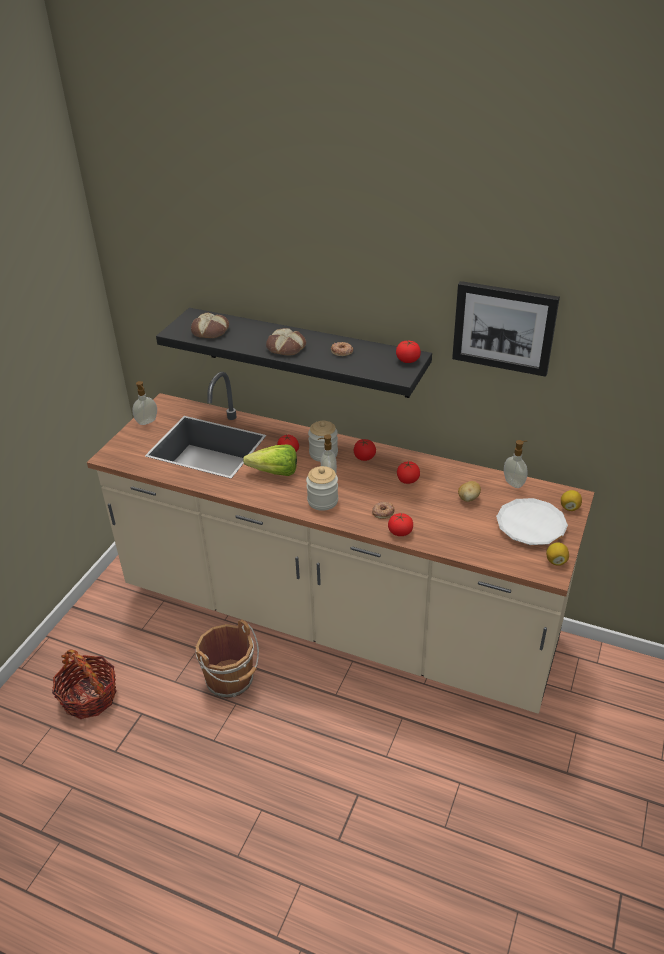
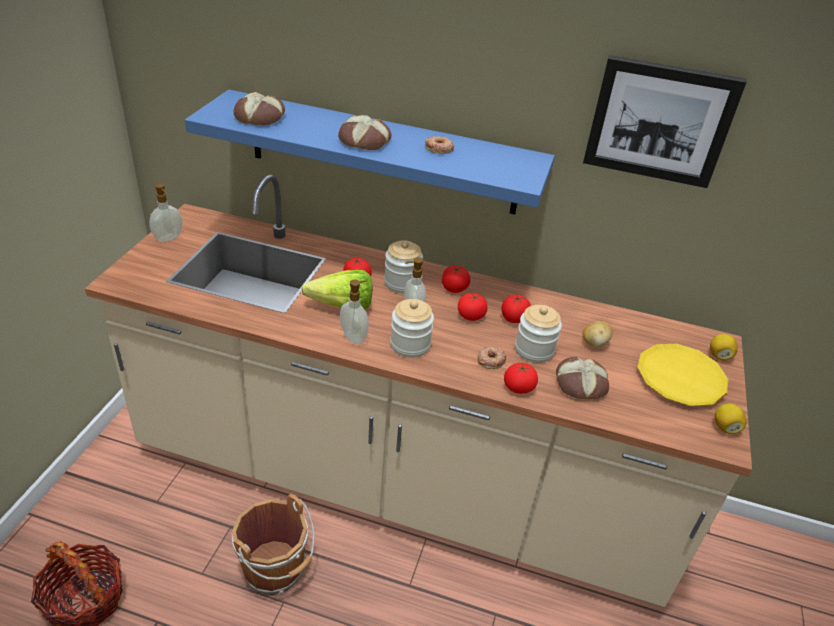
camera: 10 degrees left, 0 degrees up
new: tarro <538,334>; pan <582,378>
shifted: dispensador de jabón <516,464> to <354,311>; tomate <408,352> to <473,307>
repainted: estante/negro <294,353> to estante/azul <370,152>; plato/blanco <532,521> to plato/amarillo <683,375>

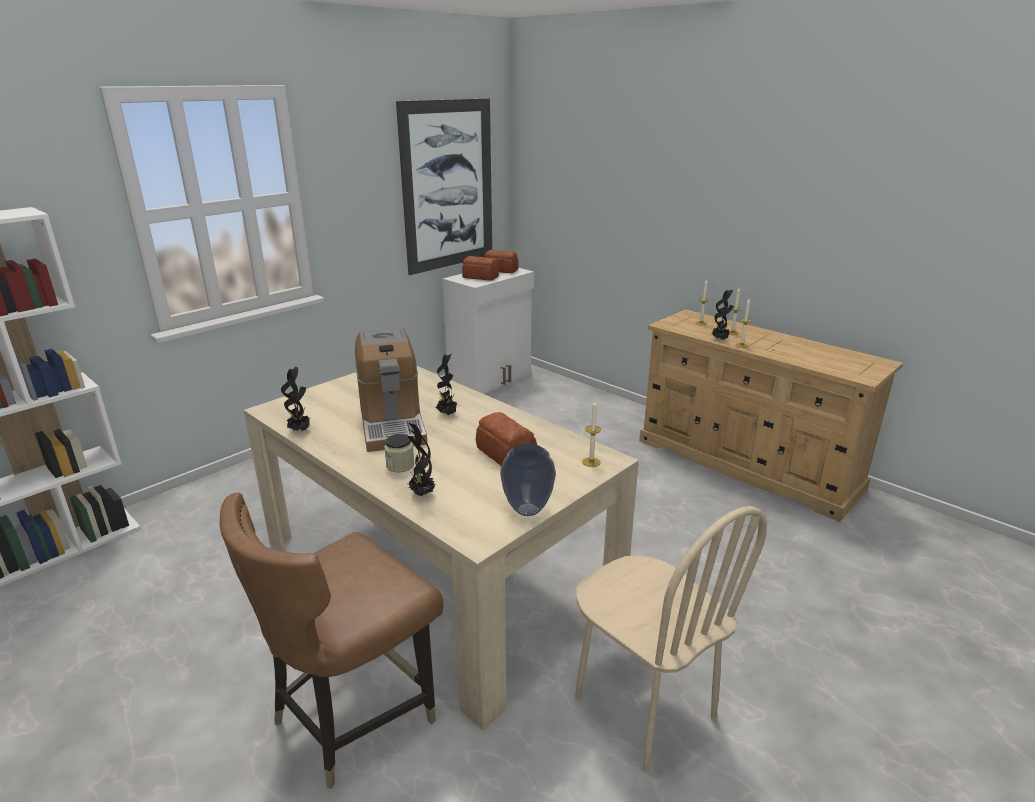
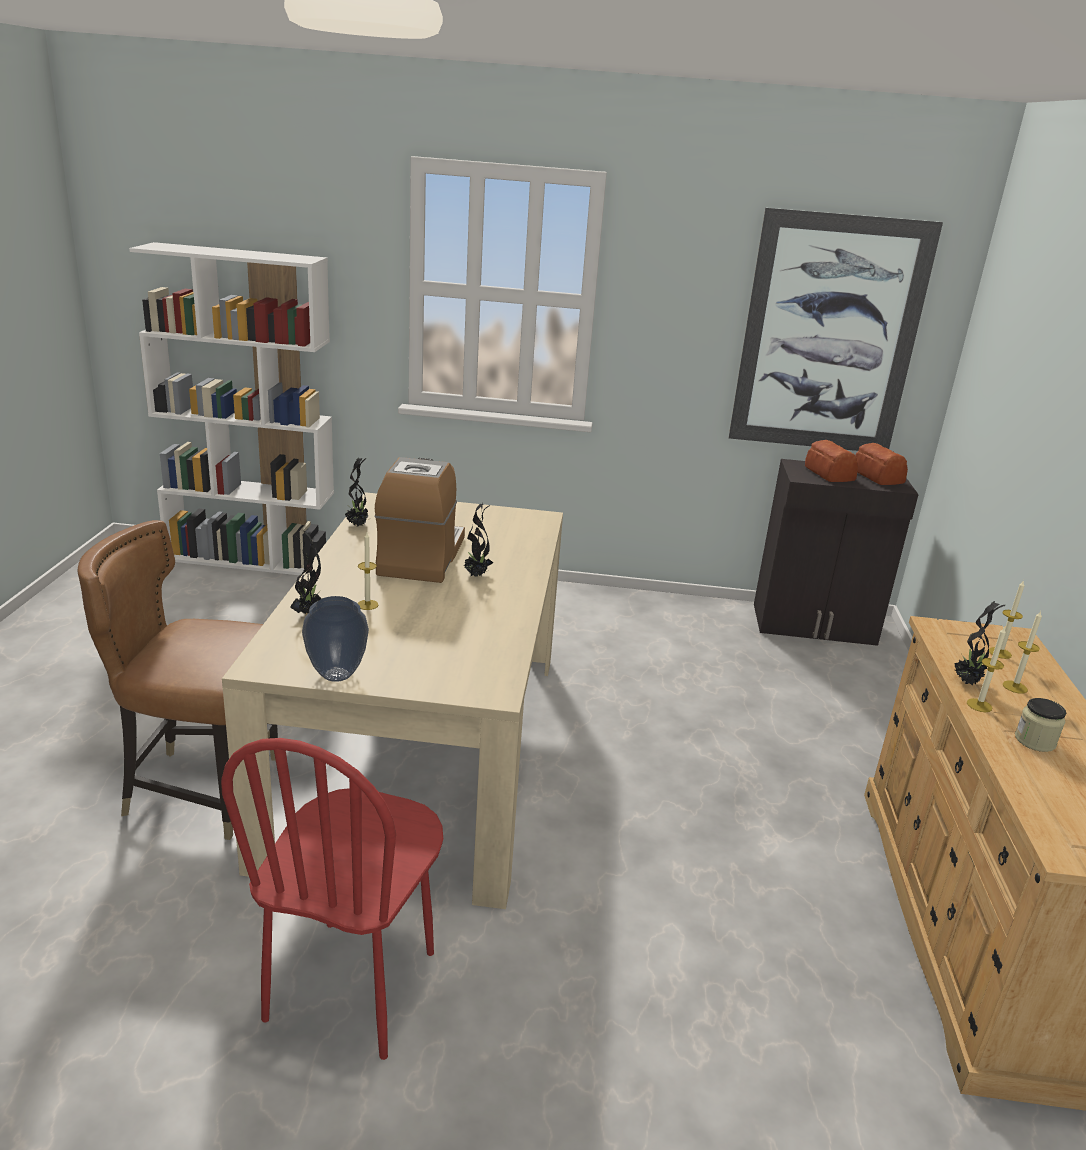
camera: 50 degrees right, 0 degrees up
gone: pan <506,439>
shifted: vela <591,434> to <368,571>; tarro <399,453> to <1040,725>
repainted: silla/beis <671,639> to silla/rojo <332,899>; armario/blanco <488,331> to armario/negro <836,552>
rotated: cafetera <391,390> = <419,520> 150 degrees clockwise

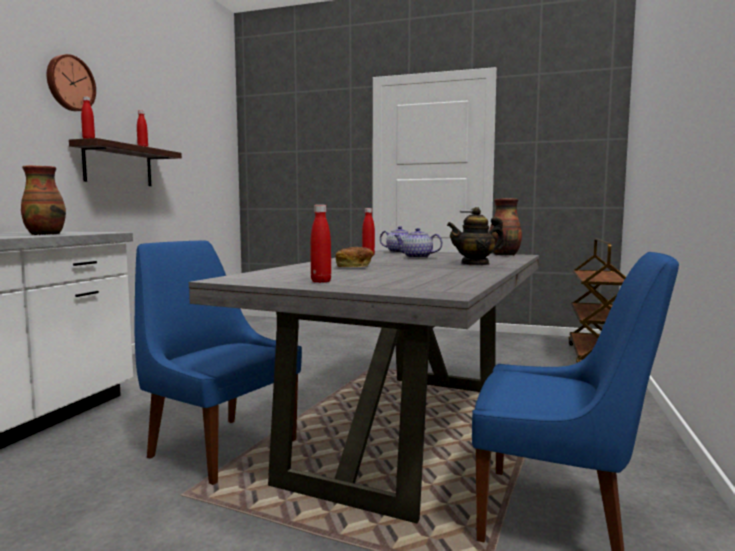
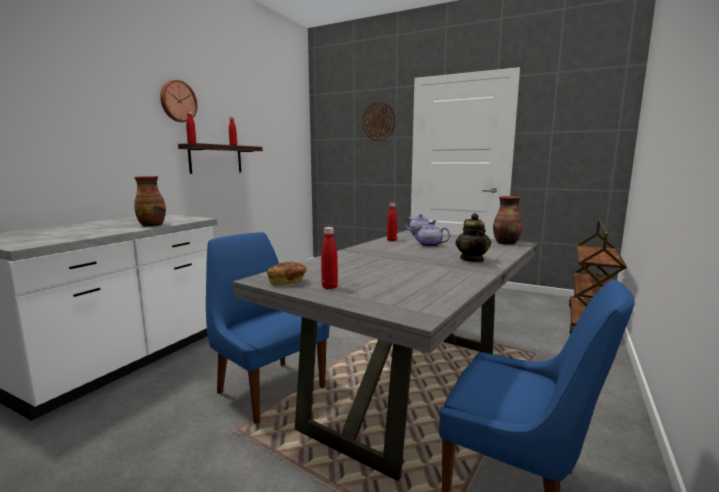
camera: 10 degrees right, 5 degrees up
new: reloj de pared <379,122>
shifted: pan <354,257> to <287,274>
rotated: tetera <476,236> = <473,237> 90 degrees counterclockwise

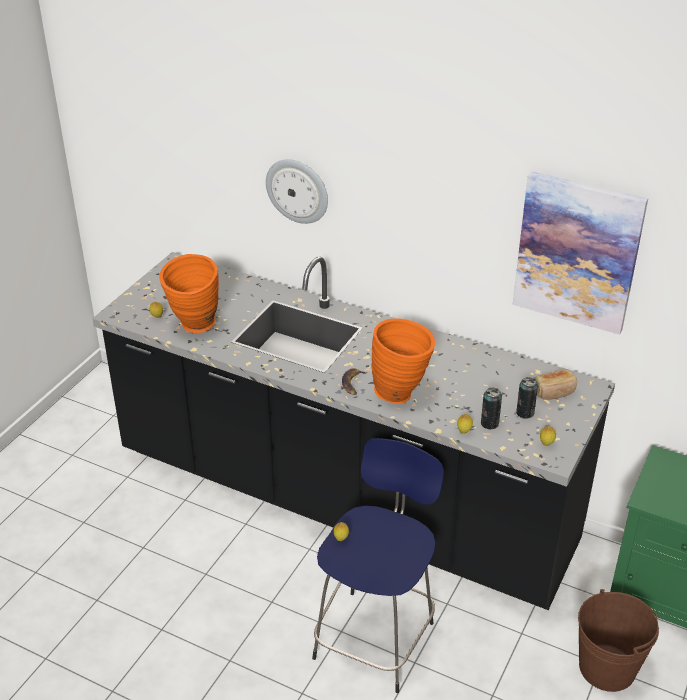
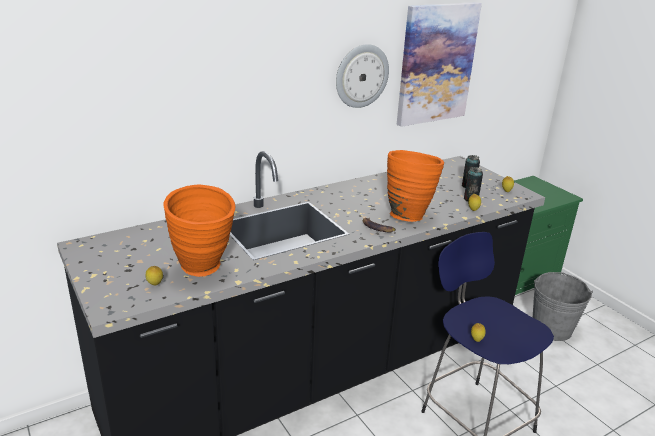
camera: 60 degrees left, 10 degrees down
gone: pan <556,385>
shifted: reloj de pared <297,191> to <362,76>
repainted: cubo/marrón <618,640> to cubo/gris <563,306>

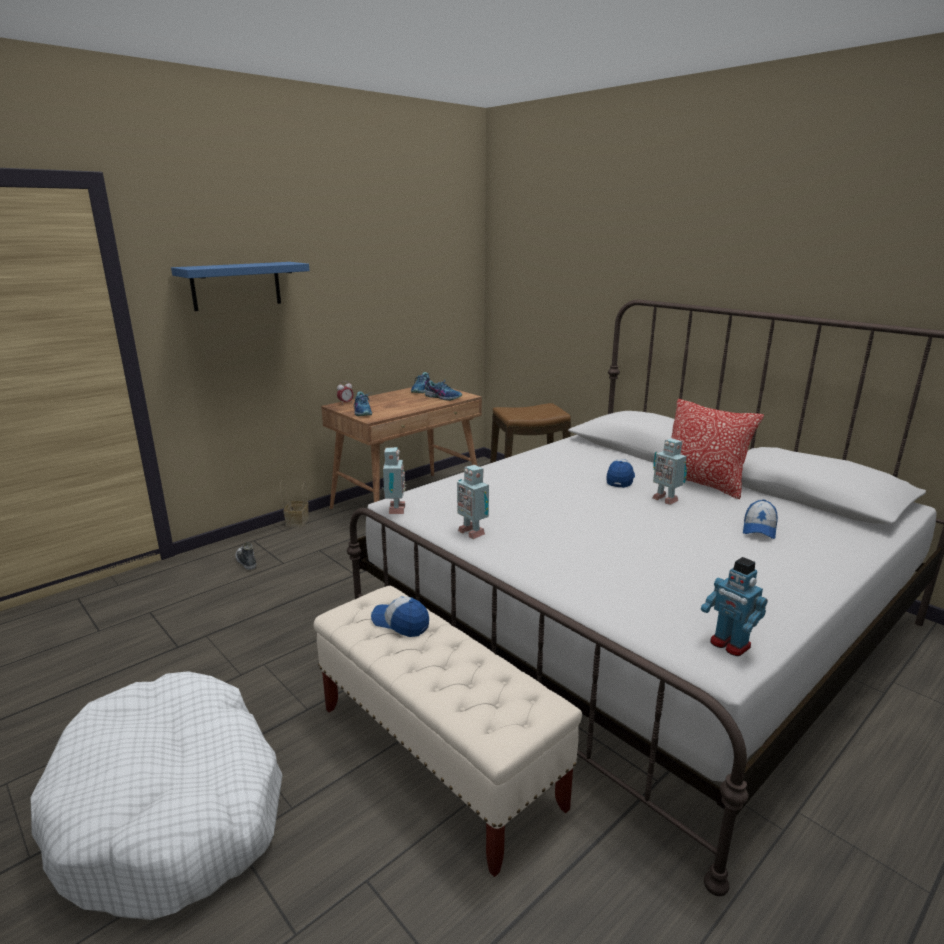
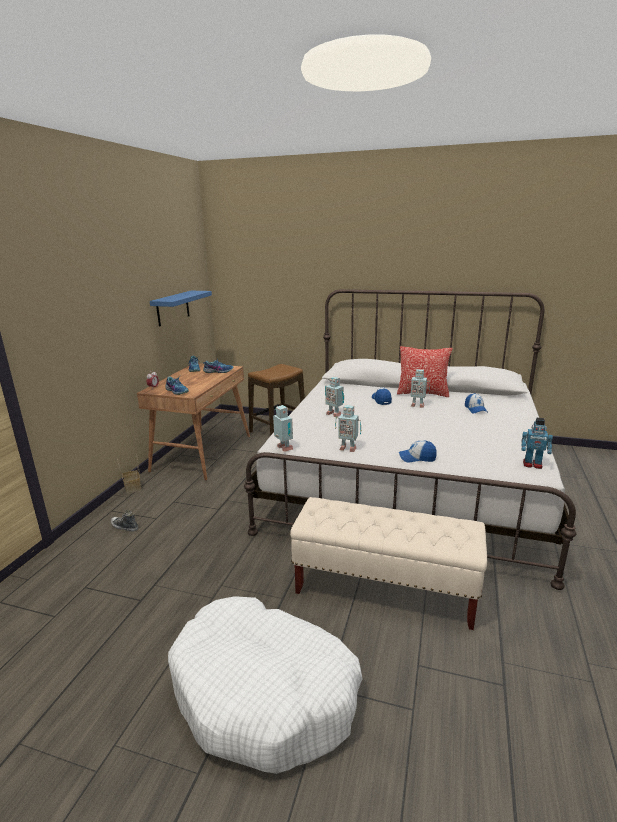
camera: 30 degrees left, 0 degrees up
new: robot de juguete <334,397>
shifted: estante/azul <240,286> to <181,308>; gorra <400,616> to <417,451>

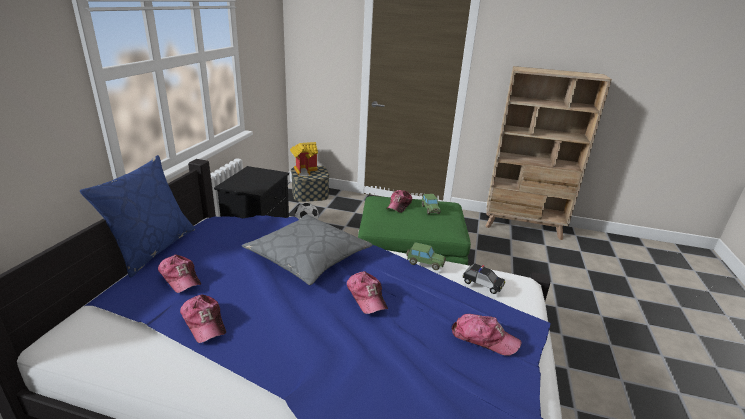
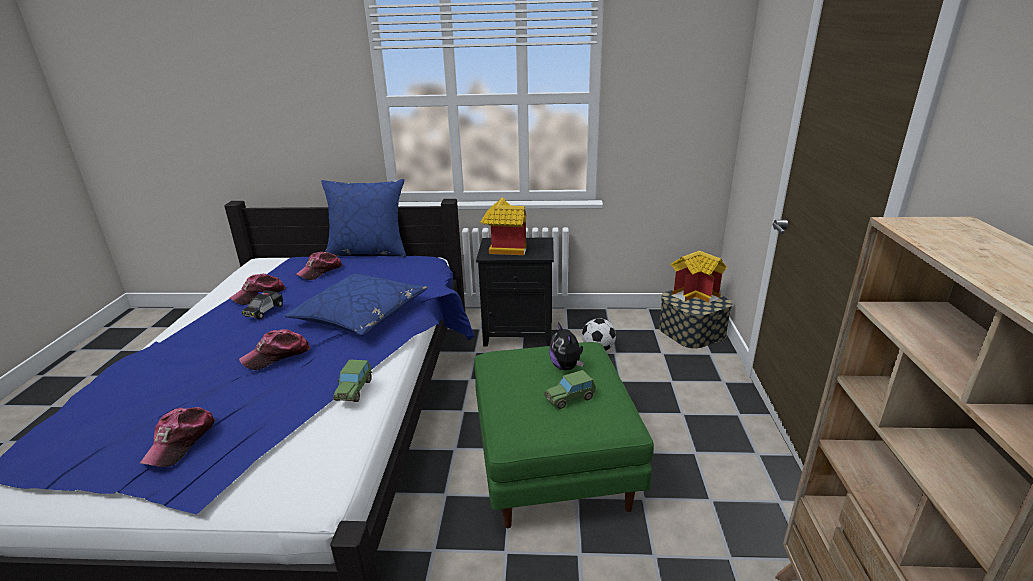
camera: 80 degrees right, 0 degrees up
new: casita <504,226>
shifted: coche de juguete <483,279> to <262,305>
swapped: gorra <399,201> to peluche <566,346>
repainted: cojín/gris <307,249> to cojín/azul <355,304>

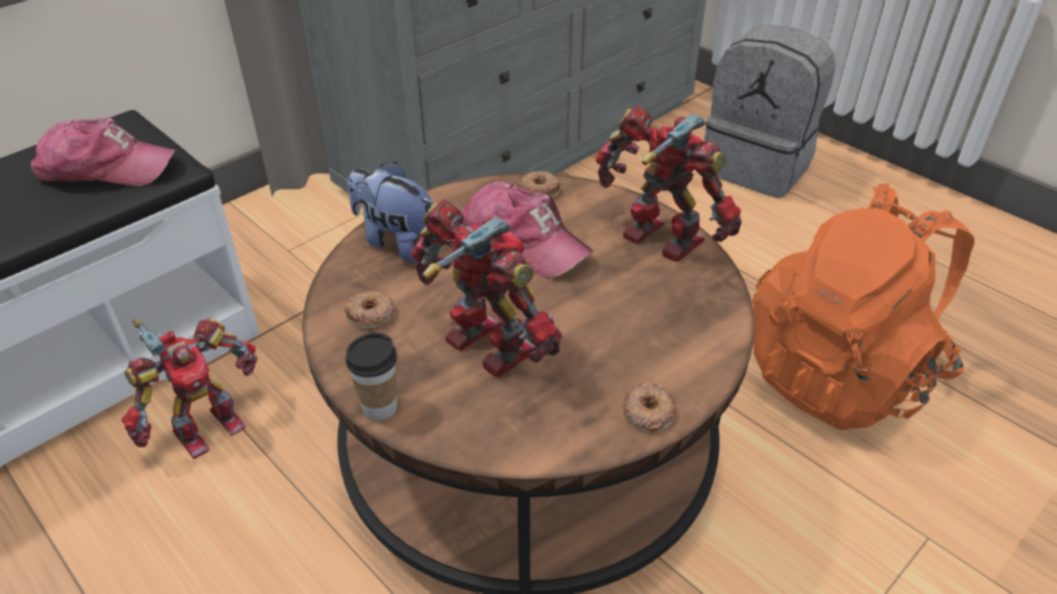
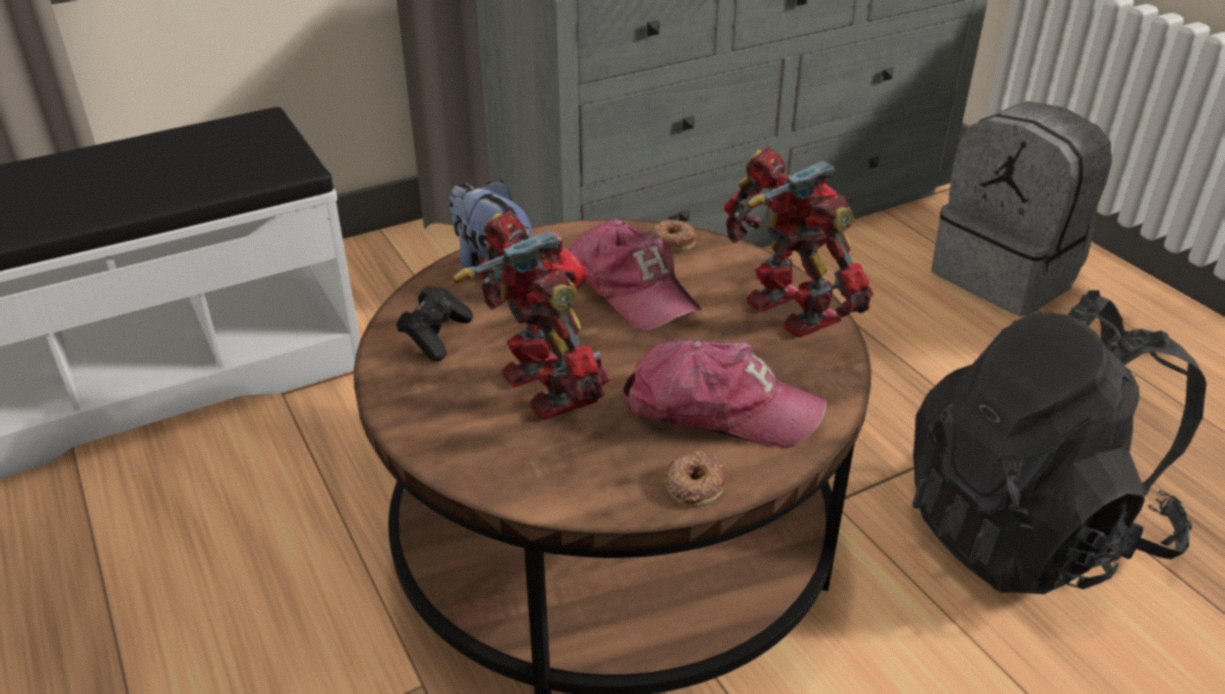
camera: 15 degrees right, 5 degrees down
gone: robot de juguete <189,388>; taza <371,376>
shifted: gorra <103,152> to <724,394>
swapped: rosquilla <370,309> to mando de consola/negro <434,323>
repainted: mochila/naranja <863,306> to mochila/negro <1059,442>

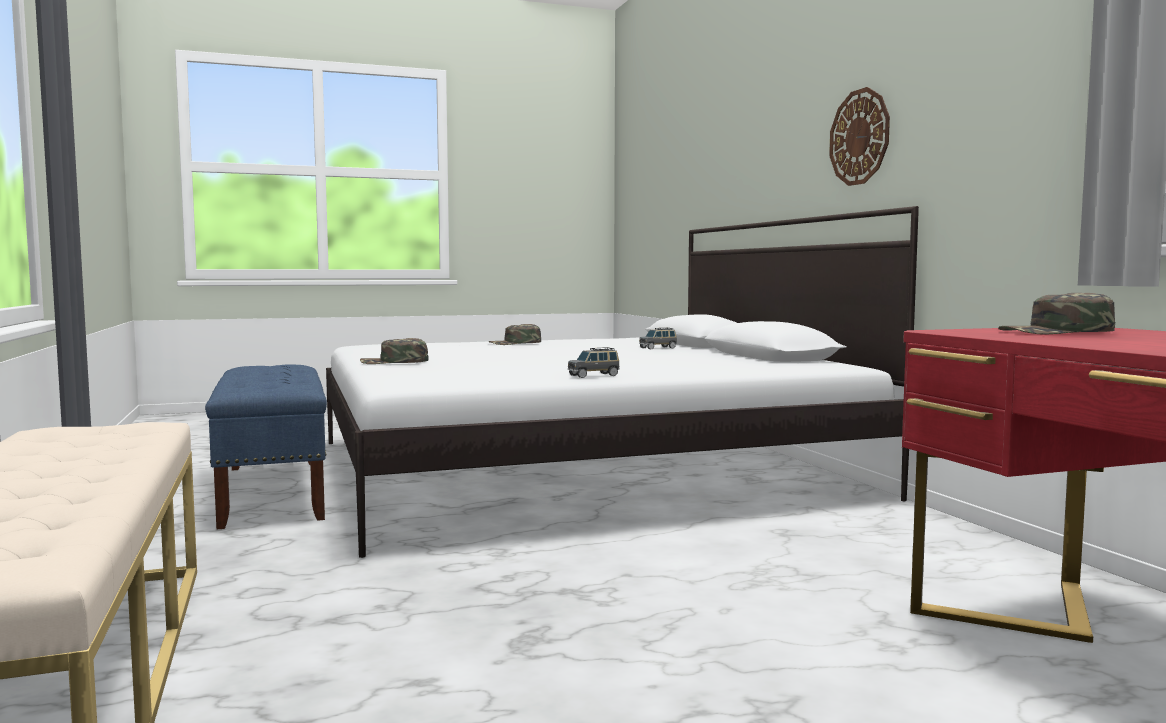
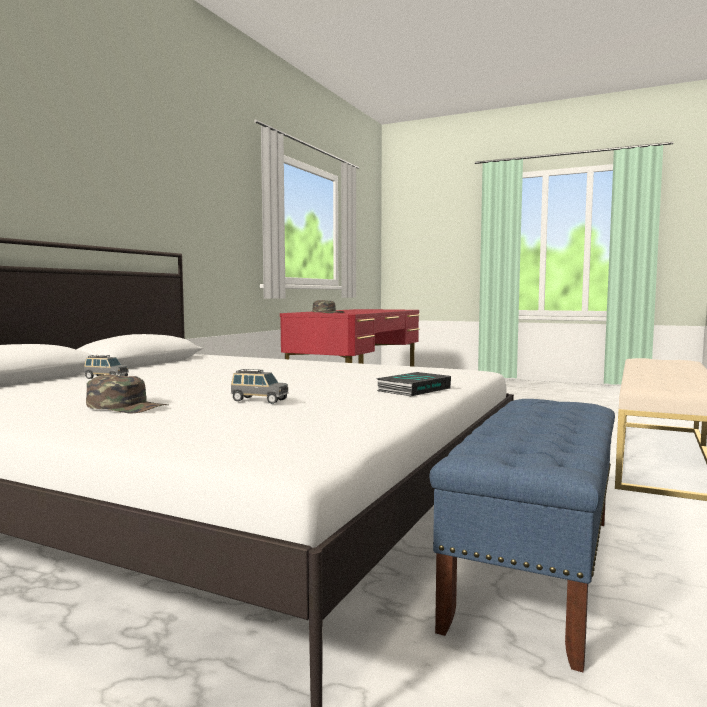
camera: 135 degrees left, 0 degrees up
gone: reloj de pared <859,136>
shifted: coche de juguete/gris <594,362> to <260,386>
swapped: gorra/verde <394,351> to libro <413,384>

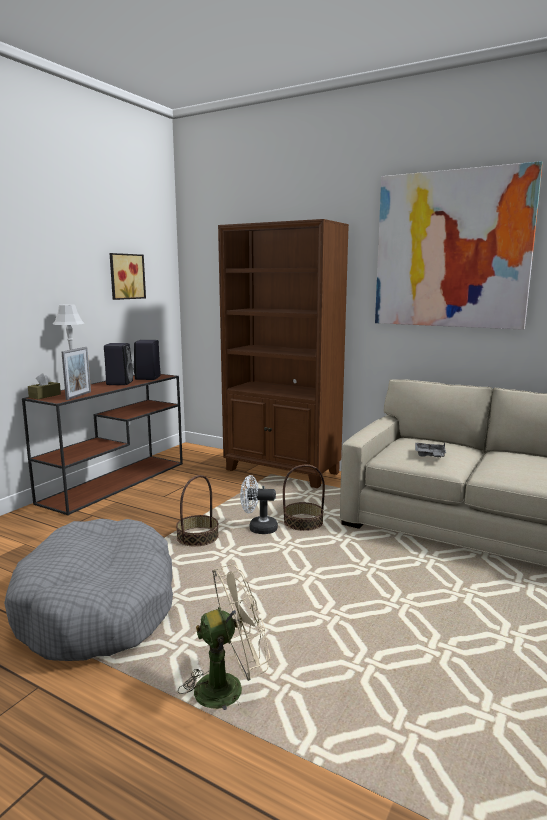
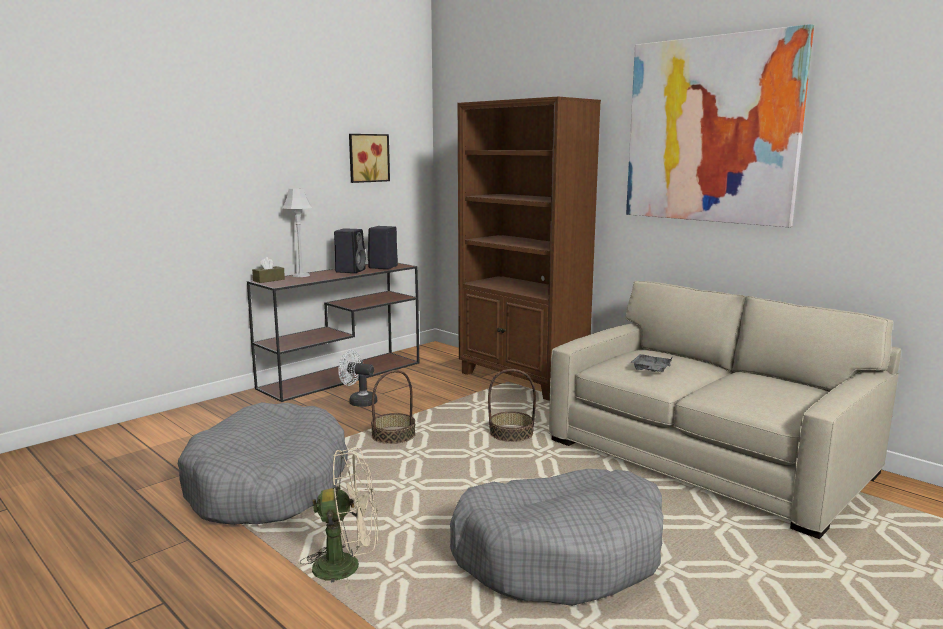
camera: 15 degrees right, 0 degrees up
gone: portarretratos <76,373>
new: cama para perro/gris <557,537>
shifted: ventilador/blanco <259,504> to <357,378>

